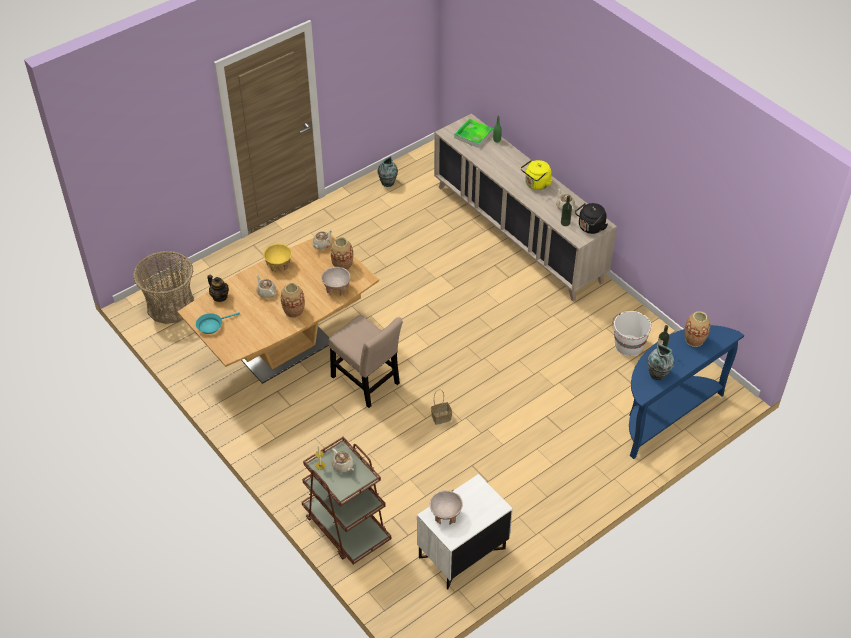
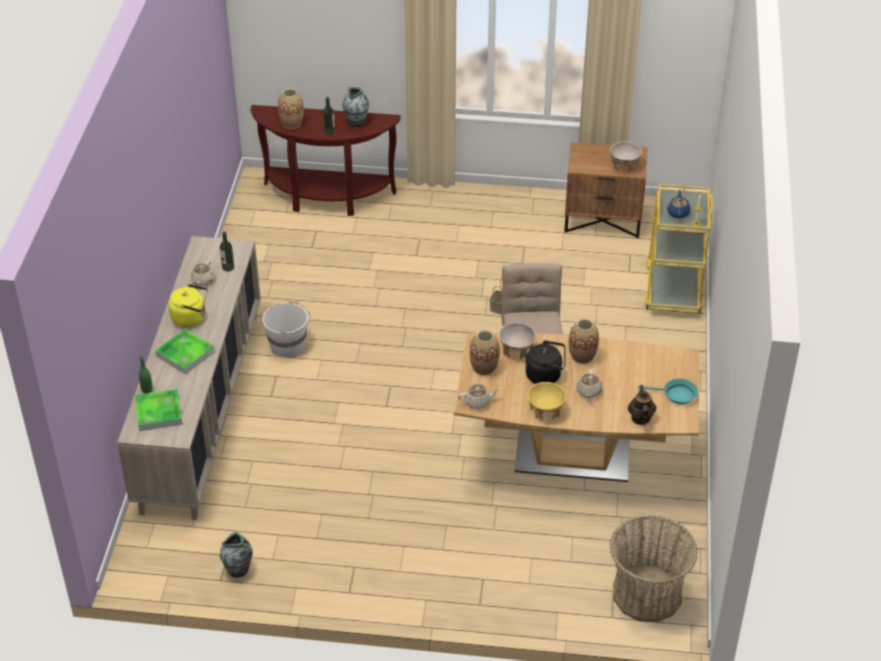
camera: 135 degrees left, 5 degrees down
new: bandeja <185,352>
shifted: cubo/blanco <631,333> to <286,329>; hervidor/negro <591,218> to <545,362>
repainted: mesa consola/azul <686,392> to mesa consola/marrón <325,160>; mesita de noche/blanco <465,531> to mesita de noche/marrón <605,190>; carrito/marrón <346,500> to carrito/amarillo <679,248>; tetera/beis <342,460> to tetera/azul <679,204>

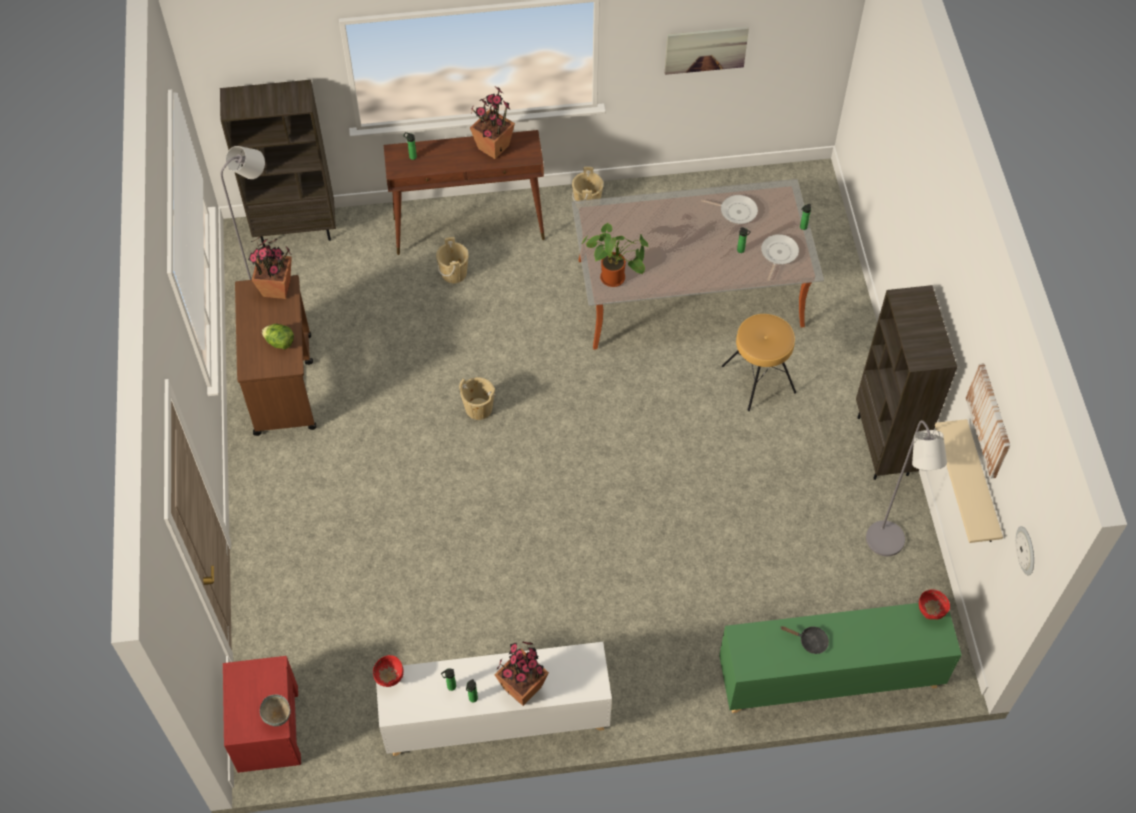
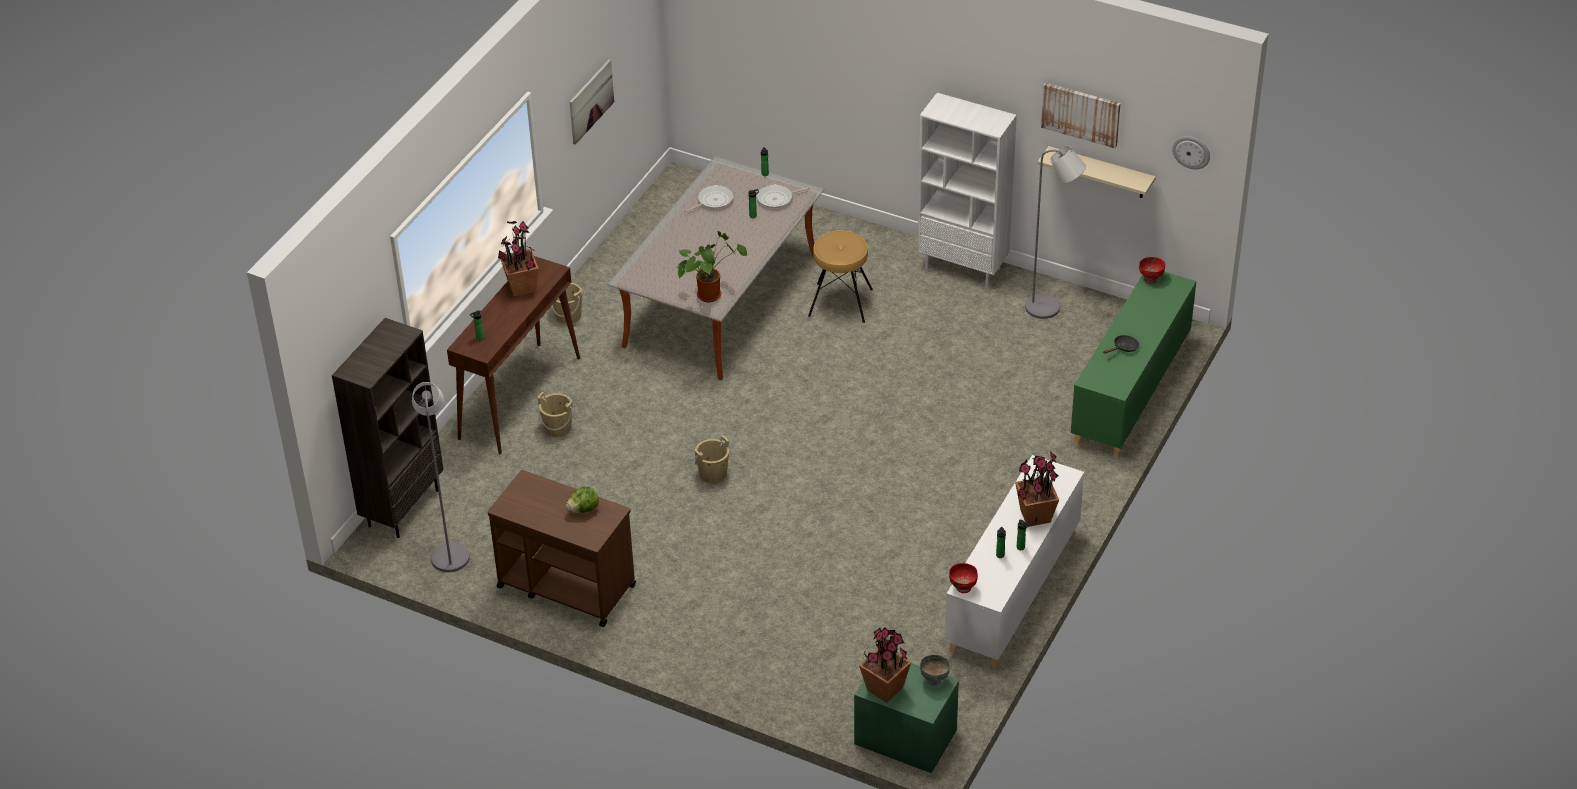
camera: 55 degrees left, 15 degrees down
shifted: planta en maceta <270,268> to <885,665>
repainted: mesita de noche/rojo <262,714> to mesita de noche/verde <906,718>; estantería/marrón <906,382> to estantería/blanco <967,190>
rotated: sartén <780,257> = <783,196> 75 degrees counterclockwise

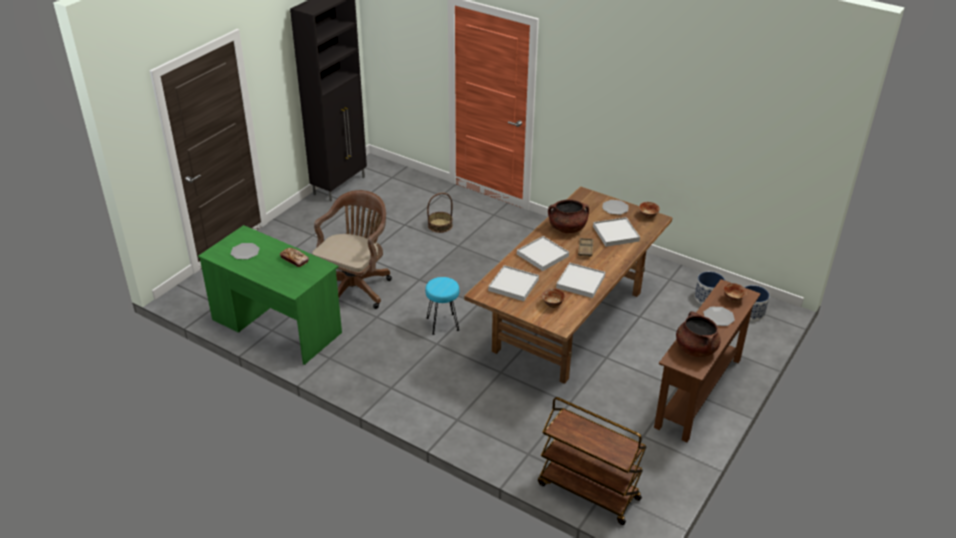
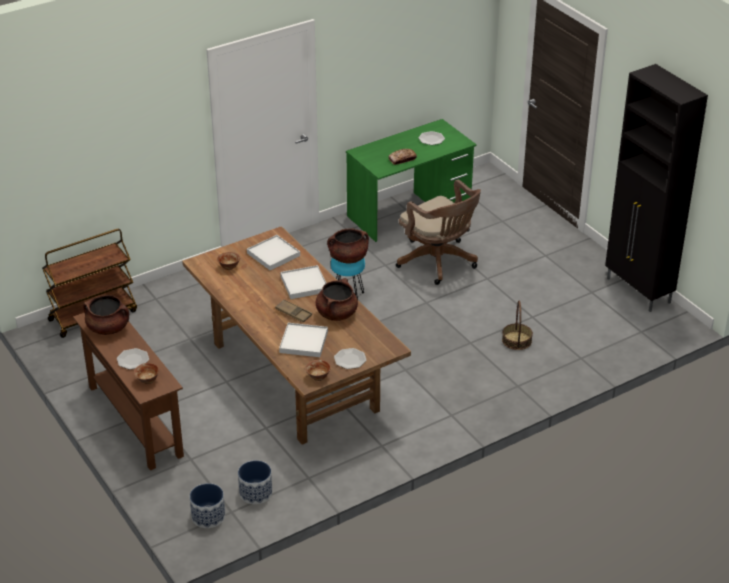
camera: 115 degrees right, 0 degrees up
gone: bandeja/blanco <580,280>
new: olla/marrón <348,246>

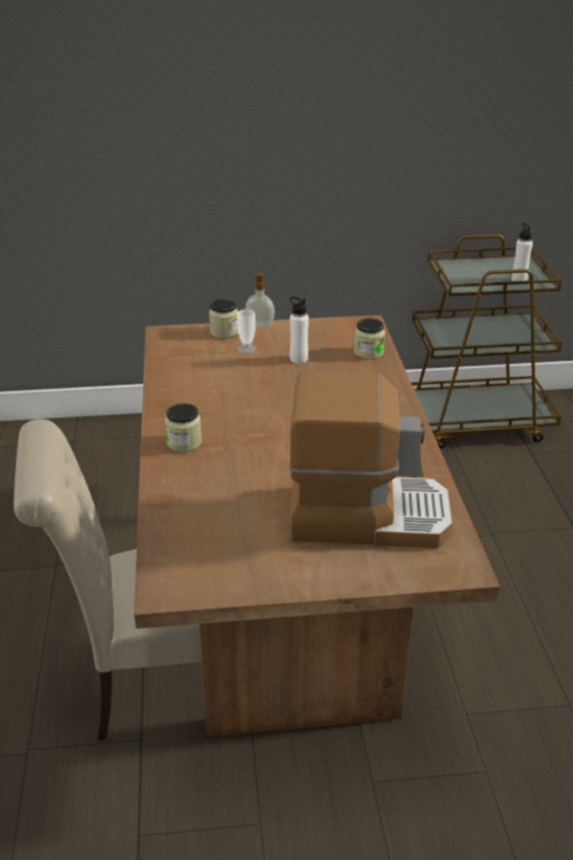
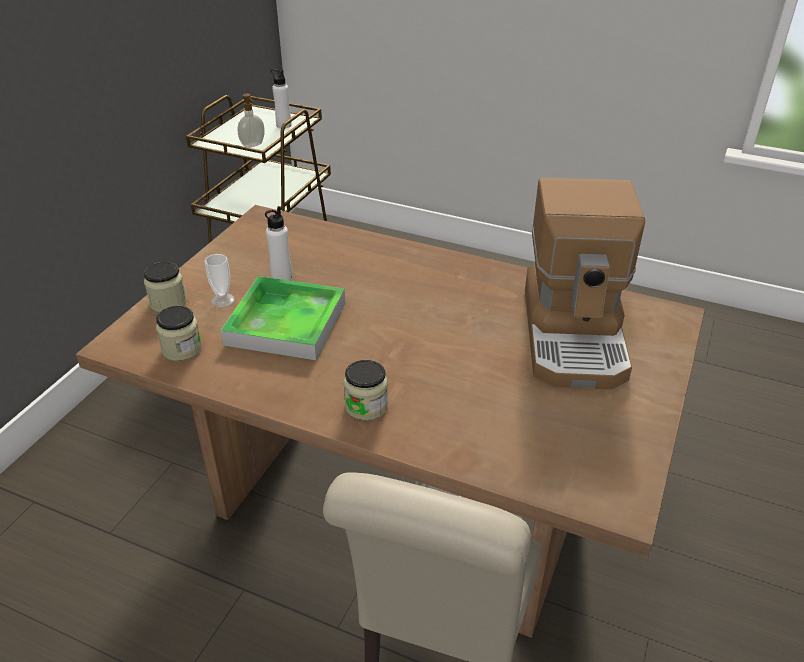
camera: 60 degrees left, 5 degrees up
new: bandeja <283,318>
shifted: tarro <369,338> to <179,333>; dispensador de jabón <260,300> to <251,121>
rotated: cafetera <371,459> = <585,284> 150 degrees clockwise

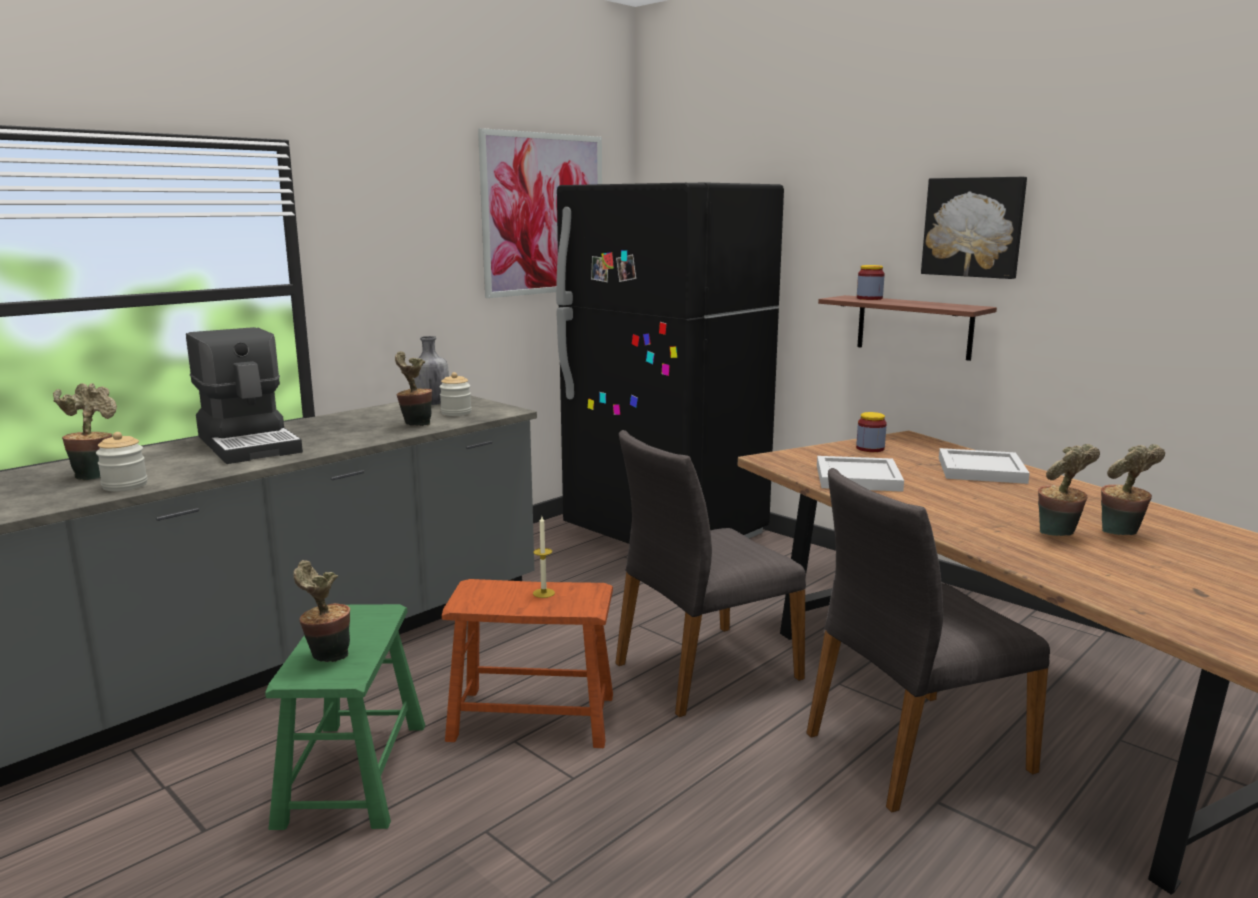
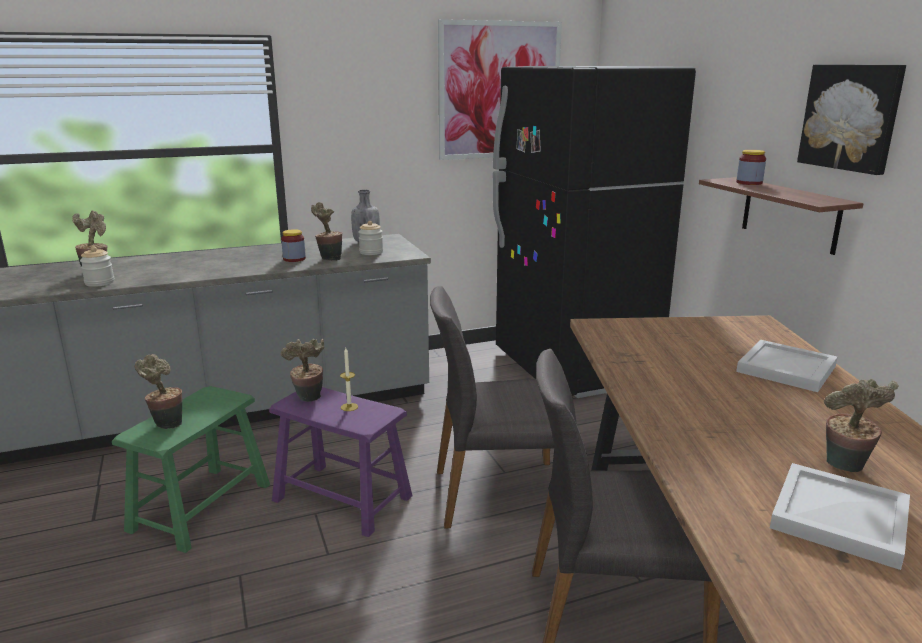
camera: 25 degrees right, 5 degrees up
gone: cafetera <244,395>
shifted: tarro <871,432> to <293,245>; planta en maceta <1069,490> to <302,370>; bandeja/blanco <860,474> to <840,516>
repainted: taburete/marrón <527,663> to taburete/morado <340,462>

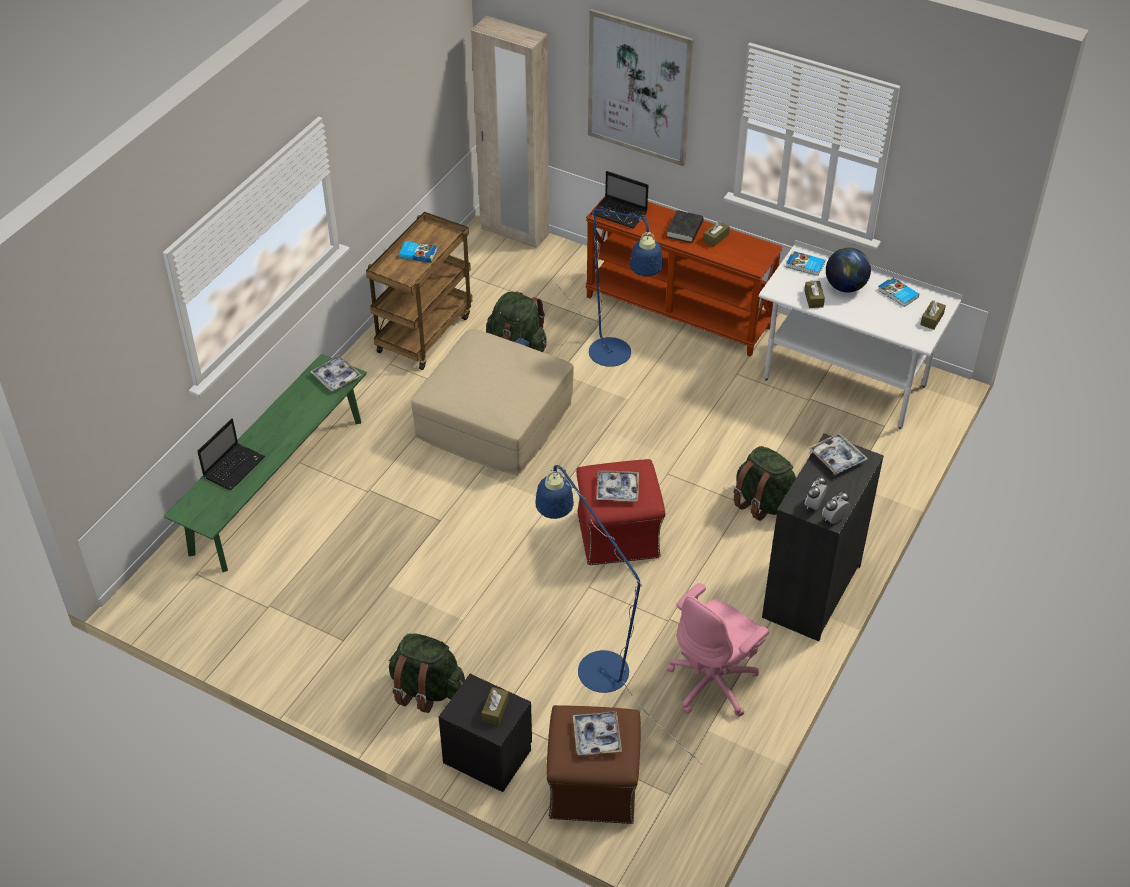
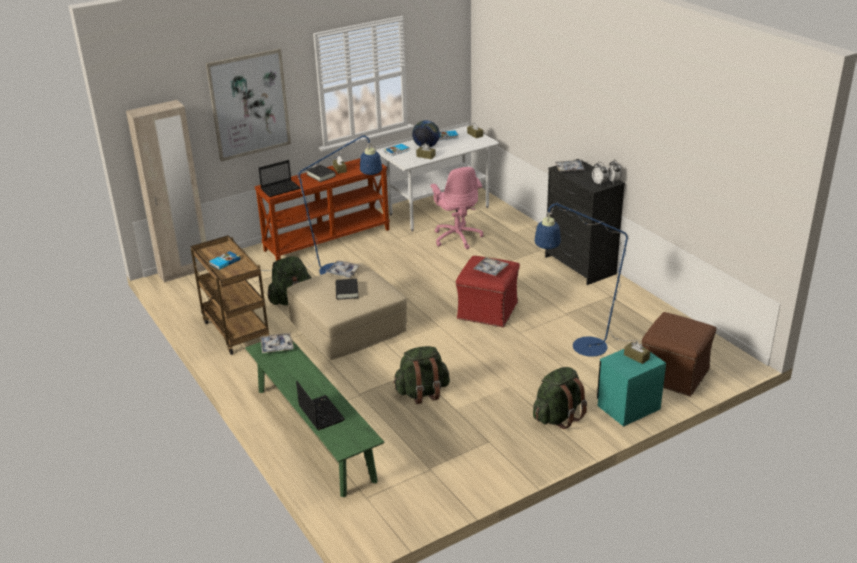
camera: 60 degrees left, 15 degrees down
new: libro/negro <347,289>
shifted: bandeja <597,733> to <343,269>; mochila/verde <764,483> to <421,375>; silla de oficina/rosa <718,650> to <456,208>
repainted: mesita de noche/negro <485,733> to mesita de noche/turquesa <631,386>

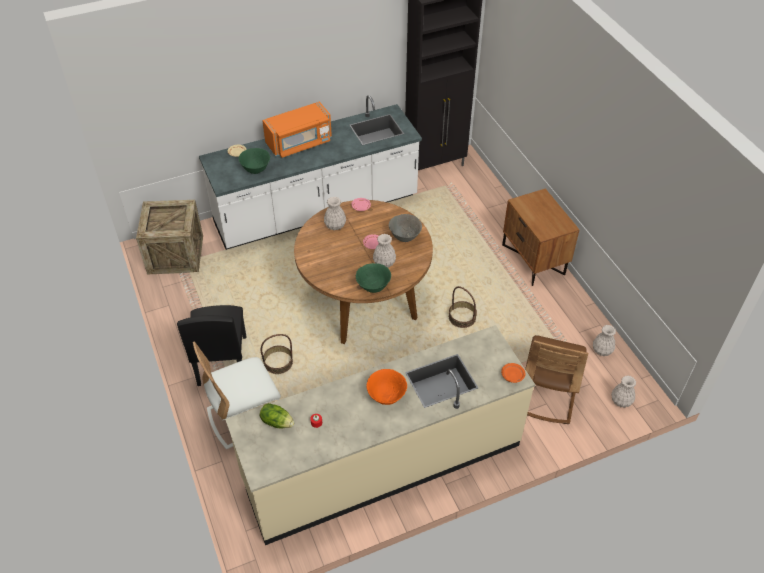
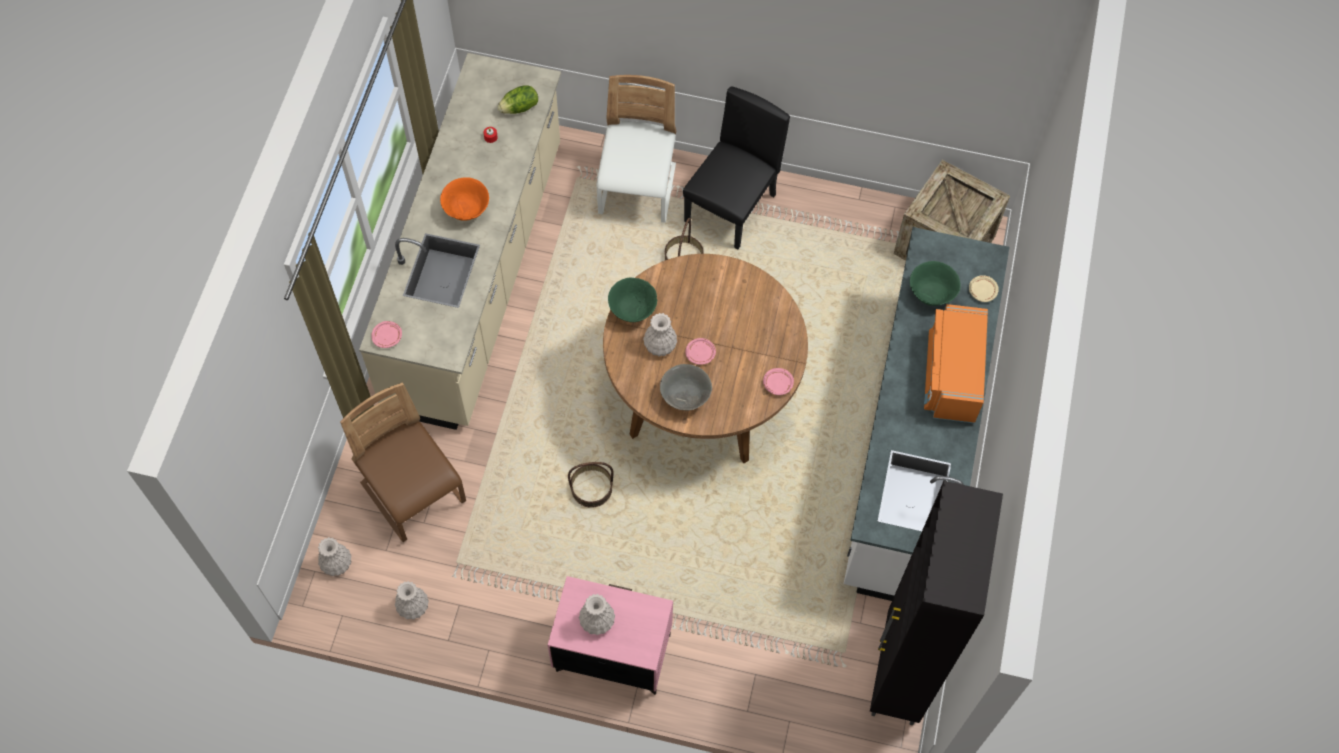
camera: 125 degrees right, 15 degrees up
shifted: florero/blanco <335,213> to <597,614>
repainted: plato/naranja <513,373> to plato/rosa <386,334>; mesita de noche/marrón <541,237> to mesita de noche/rosa <610,635>
rotated: silla/negro <211,345> = <736,167> 90 degrees clockwise

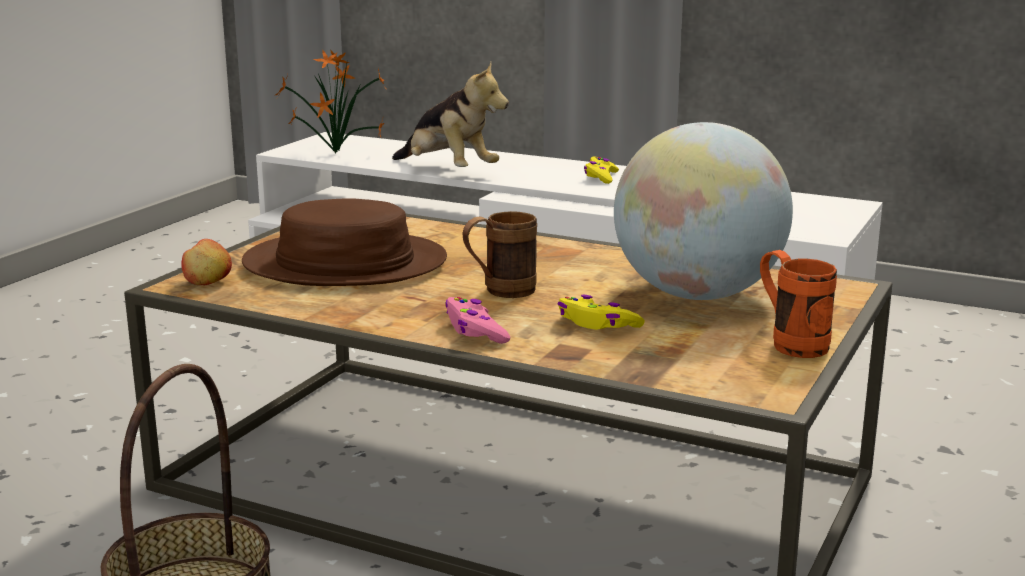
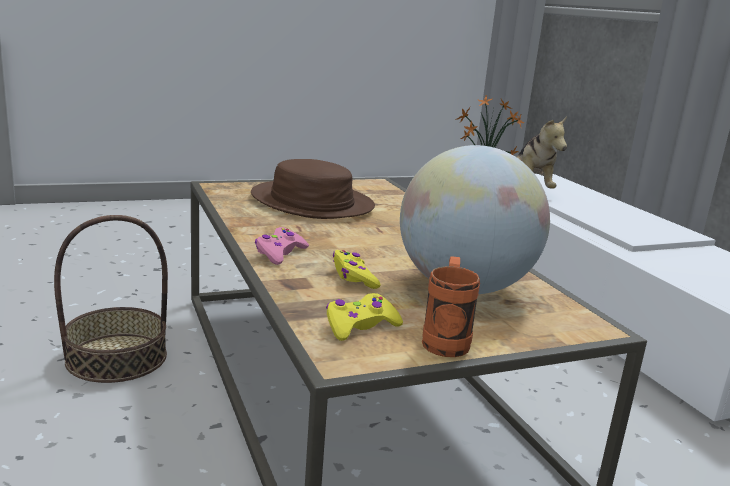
camera: 40 degrees right, 0 degrees up
gone: manzana <206,262>; taza grande/marrón <499,254>
shifted: mando de consola/amarillo <601,170> to <364,317>

